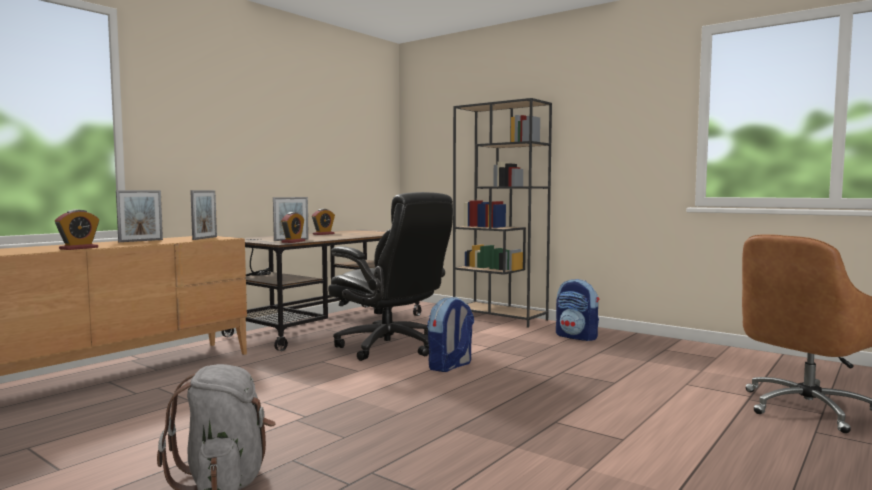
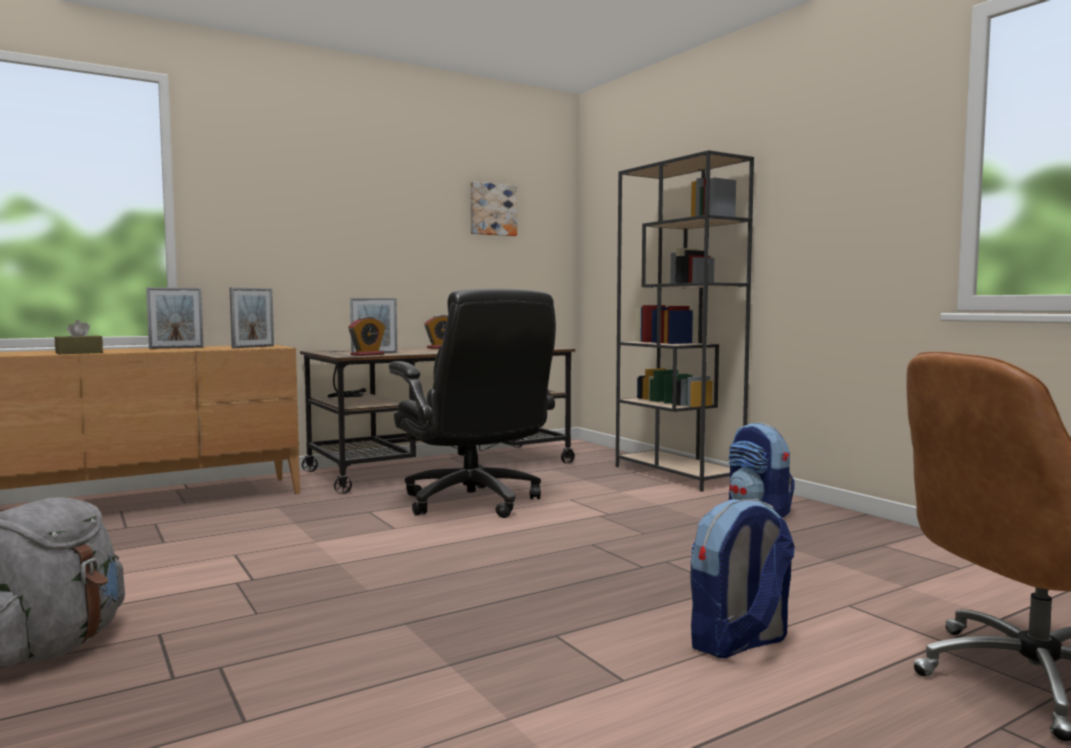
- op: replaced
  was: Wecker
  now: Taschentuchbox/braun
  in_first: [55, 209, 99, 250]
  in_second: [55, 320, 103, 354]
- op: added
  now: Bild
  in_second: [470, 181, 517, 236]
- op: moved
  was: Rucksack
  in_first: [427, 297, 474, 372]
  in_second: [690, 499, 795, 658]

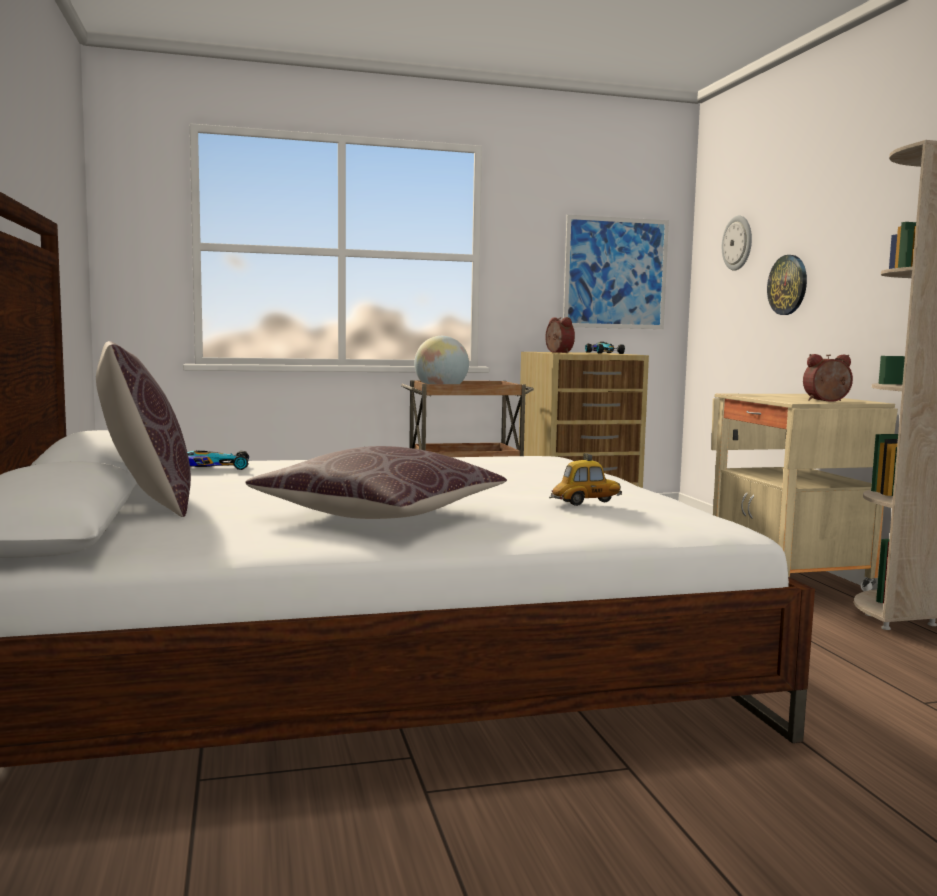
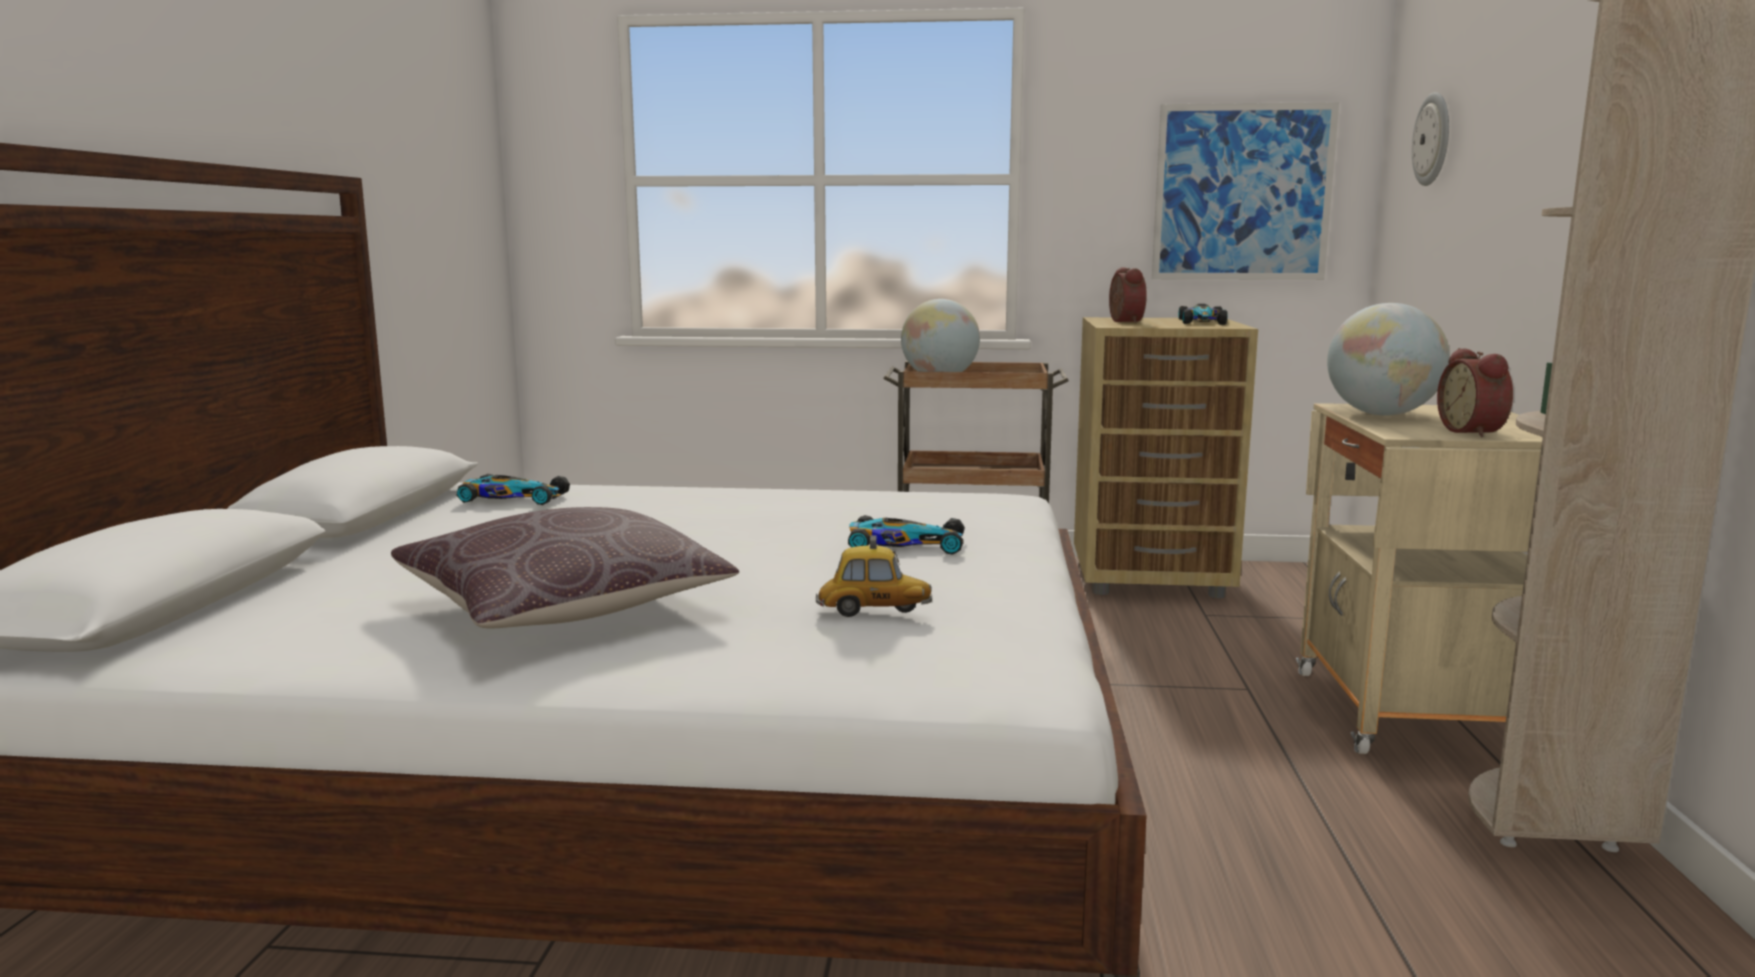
- op: added
  now: Spielzeugauto
  in_second: [848, 515, 965, 554]
- op: added
  now: Globus
  in_second: [1327, 303, 1450, 416]
- op: turned
  was: Wecker
  in_first: [803, 354, 853, 402]
  in_second: [1437, 348, 1513, 437]
  clockwise: -105
- op: removed
  was: Kissen/braun
  in_first: [96, 341, 191, 517]
- op: removed
  was: Wanduhr
  in_first: [767, 255, 807, 315]

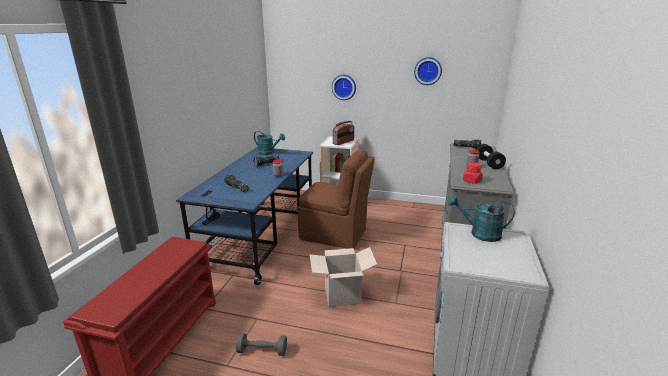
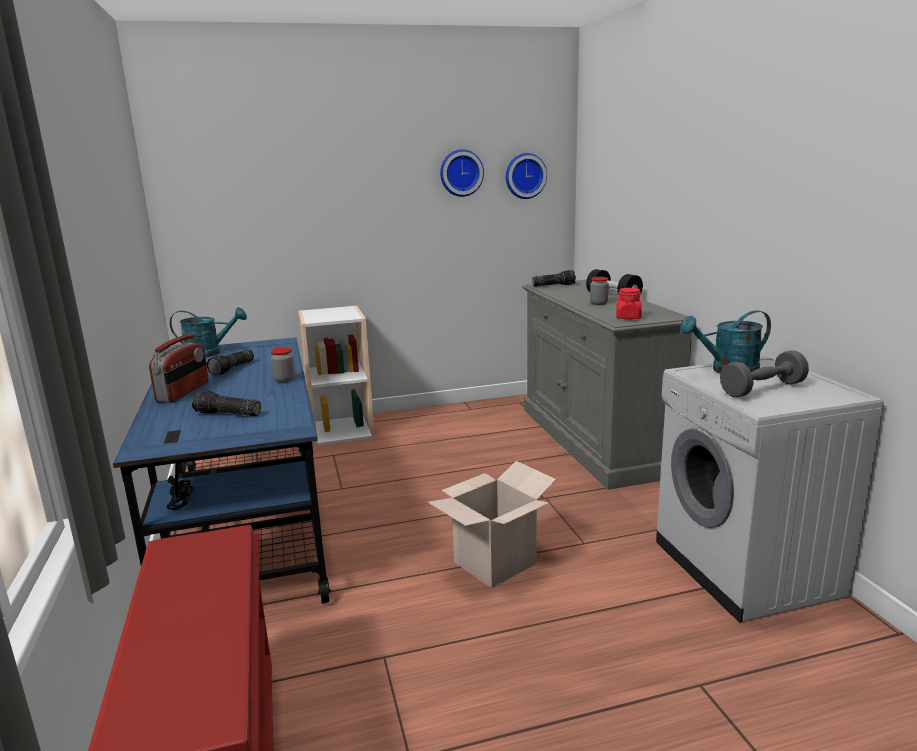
- op: moved
  was: Radio
  in_first: [333, 121, 354, 145]
  in_second: [149, 334, 209, 403]
- op: moved
  was: Wanduhr
  in_first: [332, 75, 356, 100]
  in_second: [506, 153, 547, 199]
- op: moved
  was: Hantel/grau
  in_first: [236, 333, 287, 356]
  in_second: [720, 350, 809, 397]
- op: removed
  was: Stuhl/braun
  in_first: [298, 149, 375, 249]

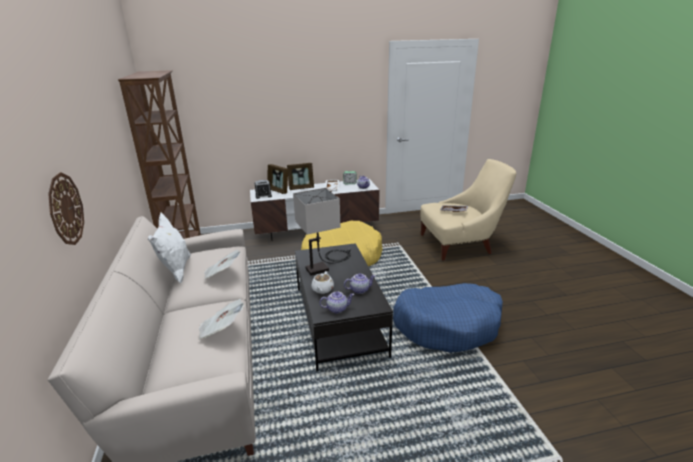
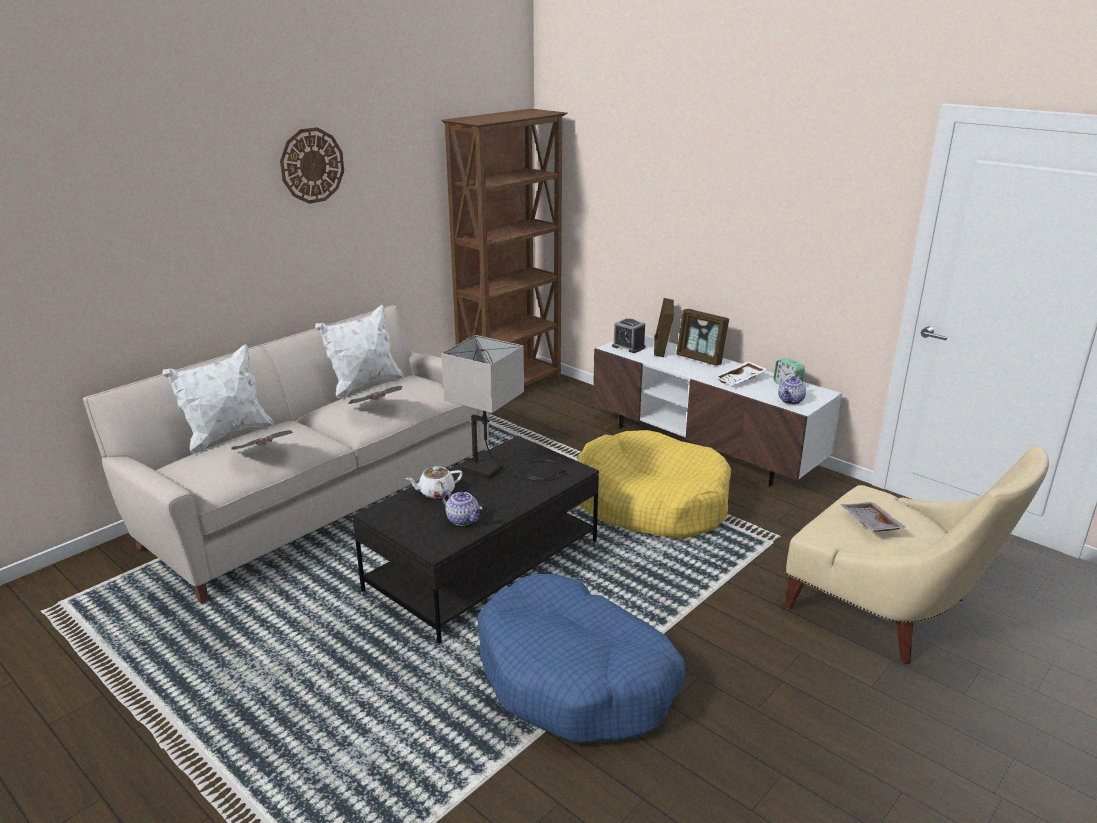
- op: added
  now: Kissen/weiß
  in_second: [162, 344, 274, 454]
- op: moved
  was: Wanduhr
  in_first: [48, 172, 84, 245]
  in_second: [280, 127, 344, 204]
- op: removed
  was: Teekanne
  in_first: [319, 291, 354, 313]

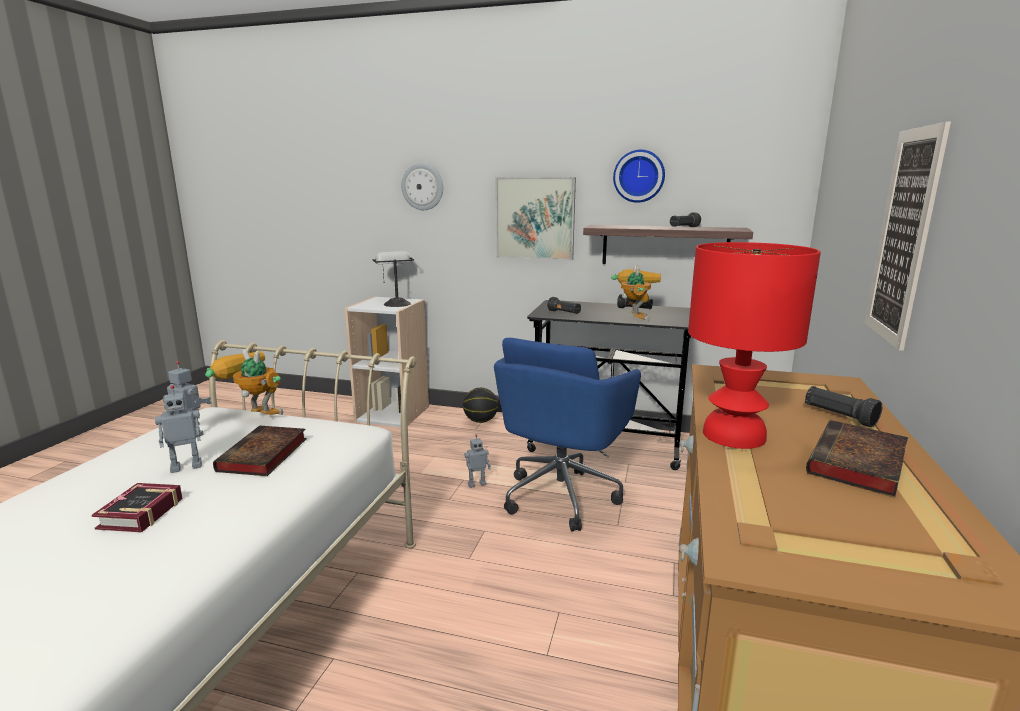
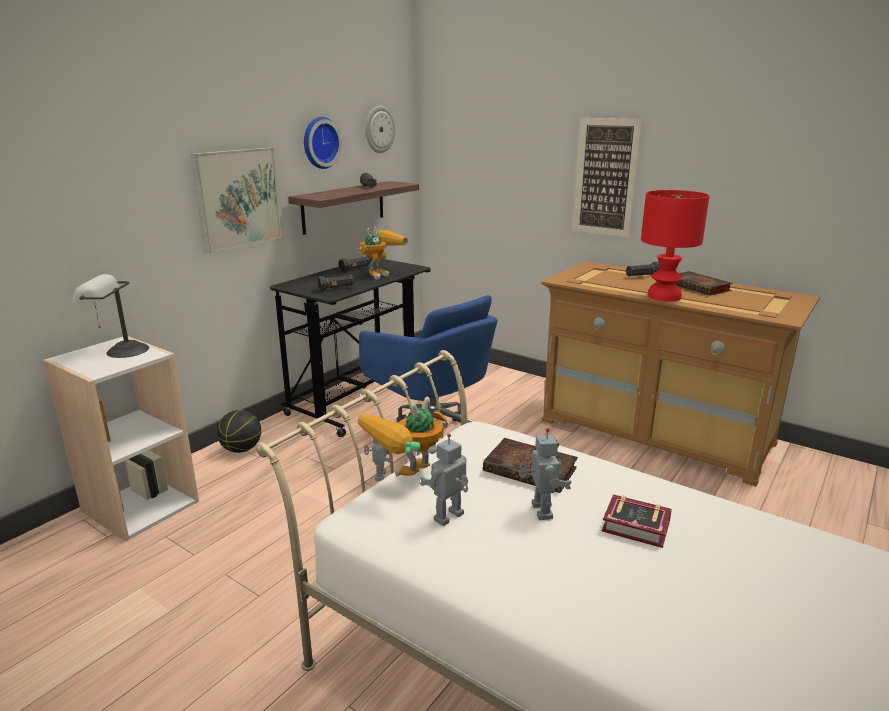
- op: turned
  was: Spielzeugroboter
  in_first: [611, 265, 661, 322]
  in_second: [357, 226, 408, 280]
  clockwise: 105
- op: moved
  was: Wanduhr
  in_first: [401, 163, 443, 210]
  in_second: [365, 106, 395, 153]

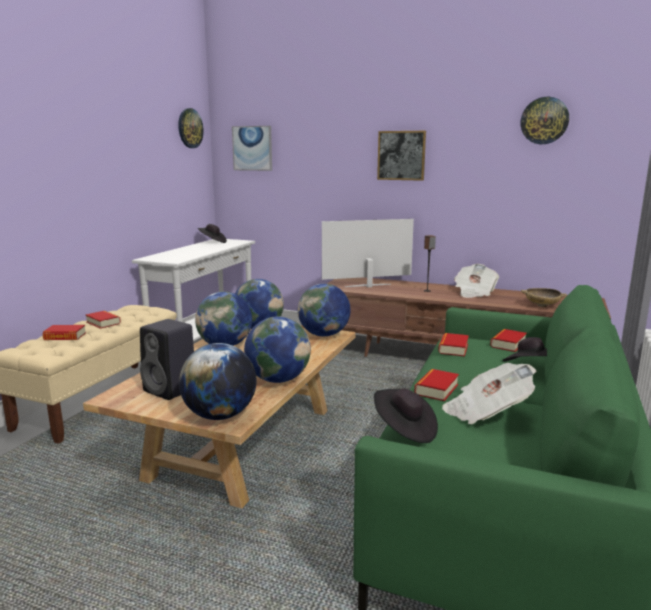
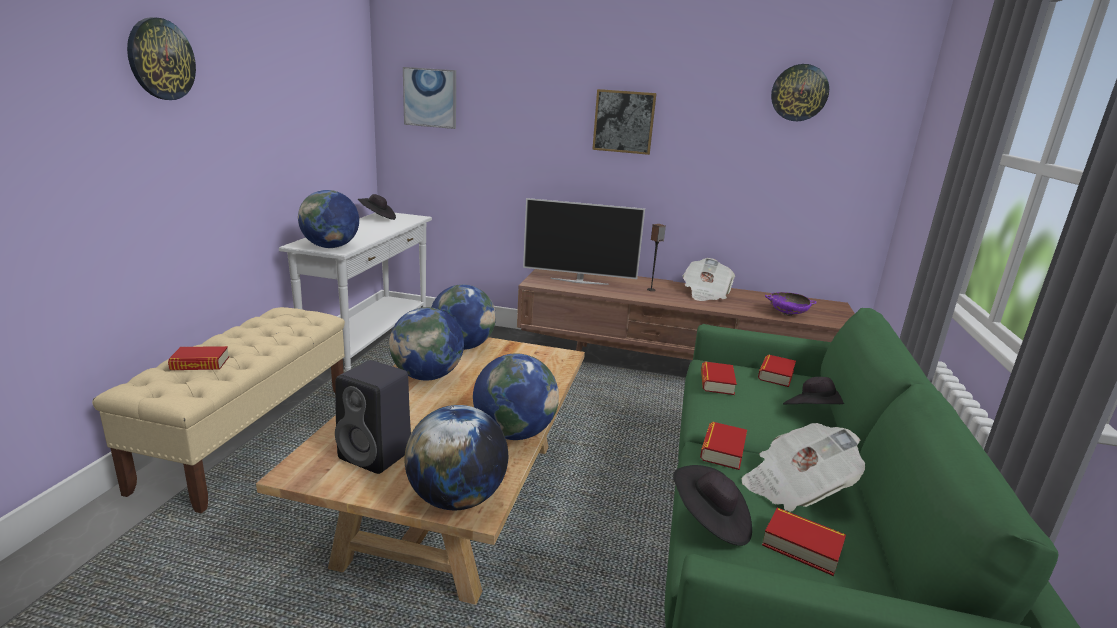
- op: moved
  was: Wanduhr
  in_first: [178, 108, 203, 148]
  in_second: [127, 17, 196, 100]
- op: moved
  was: Globus
  in_first: [298, 284, 351, 337]
  in_second: [298, 190, 359, 248]
- op: turned
  was: Fernseher
  in_first: [322, 219, 414, 287]
  in_second: [523, 198, 645, 285]
  clockwise: -150
- op: moved
  was: Buch
  in_first: [86, 311, 121, 329]
  in_second: [762, 508, 846, 576]
- op: recoloured
  was: Schüssel/beige
  now: Schüssel/lila
  in_first: [521, 288, 567, 307]
  in_second: [765, 292, 817, 316]

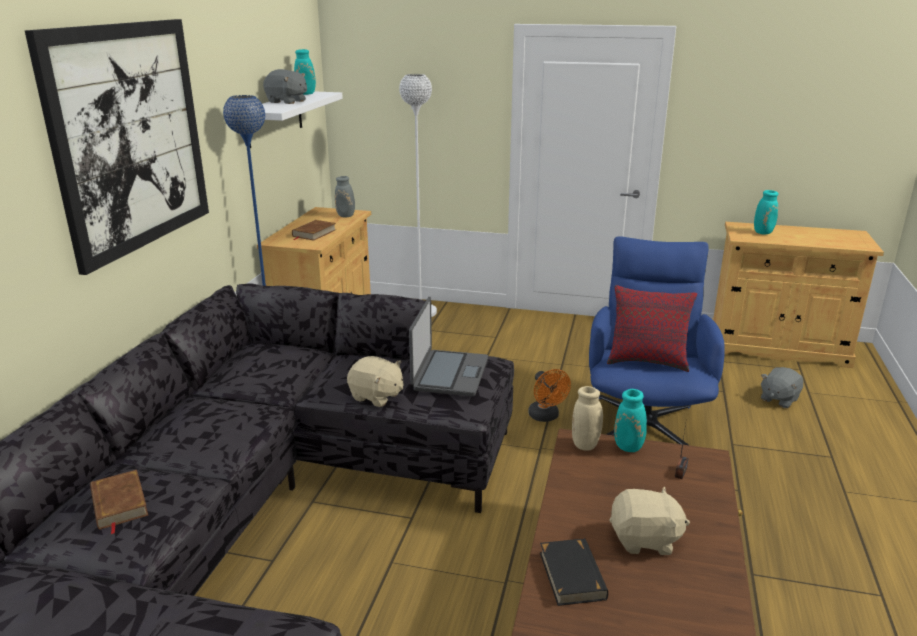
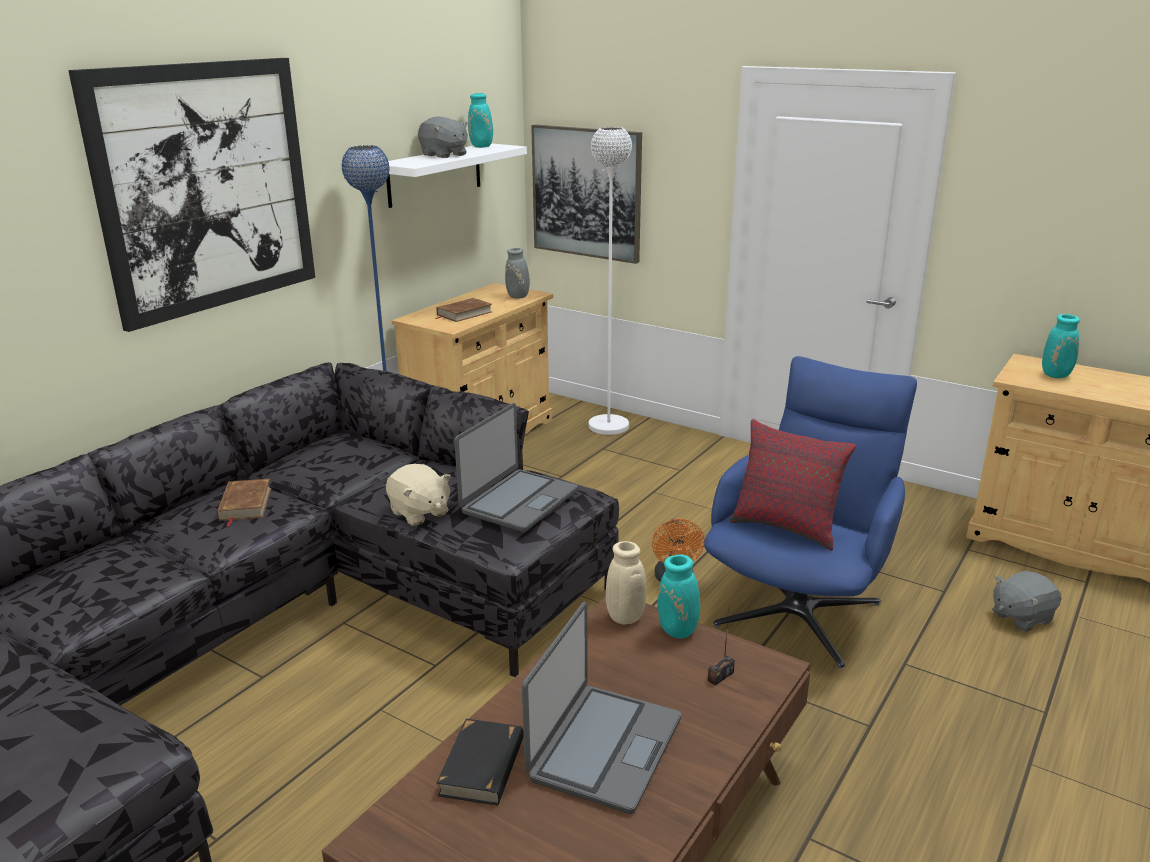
- op: moved
  was: Buch/braun
  in_first: [90, 470, 148, 534]
  in_second: [217, 479, 271, 526]
- op: replaced
  was: Plüschtier/beige
  now: Laptop
  in_first: [609, 487, 690, 555]
  in_second: [522, 602, 681, 814]
- op: added
  now: Bild
  in_second: [531, 124, 642, 264]

